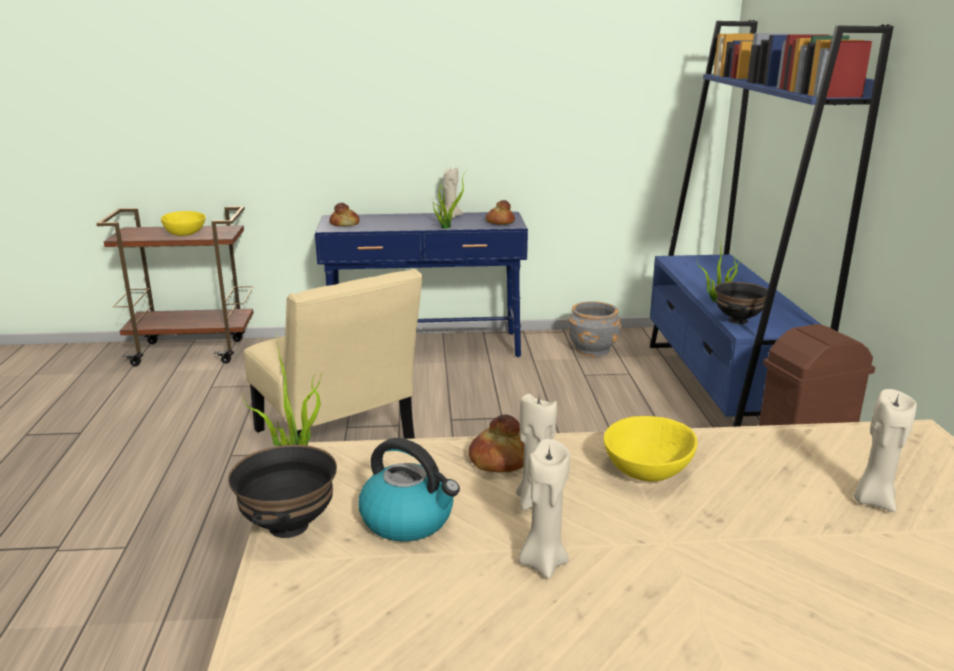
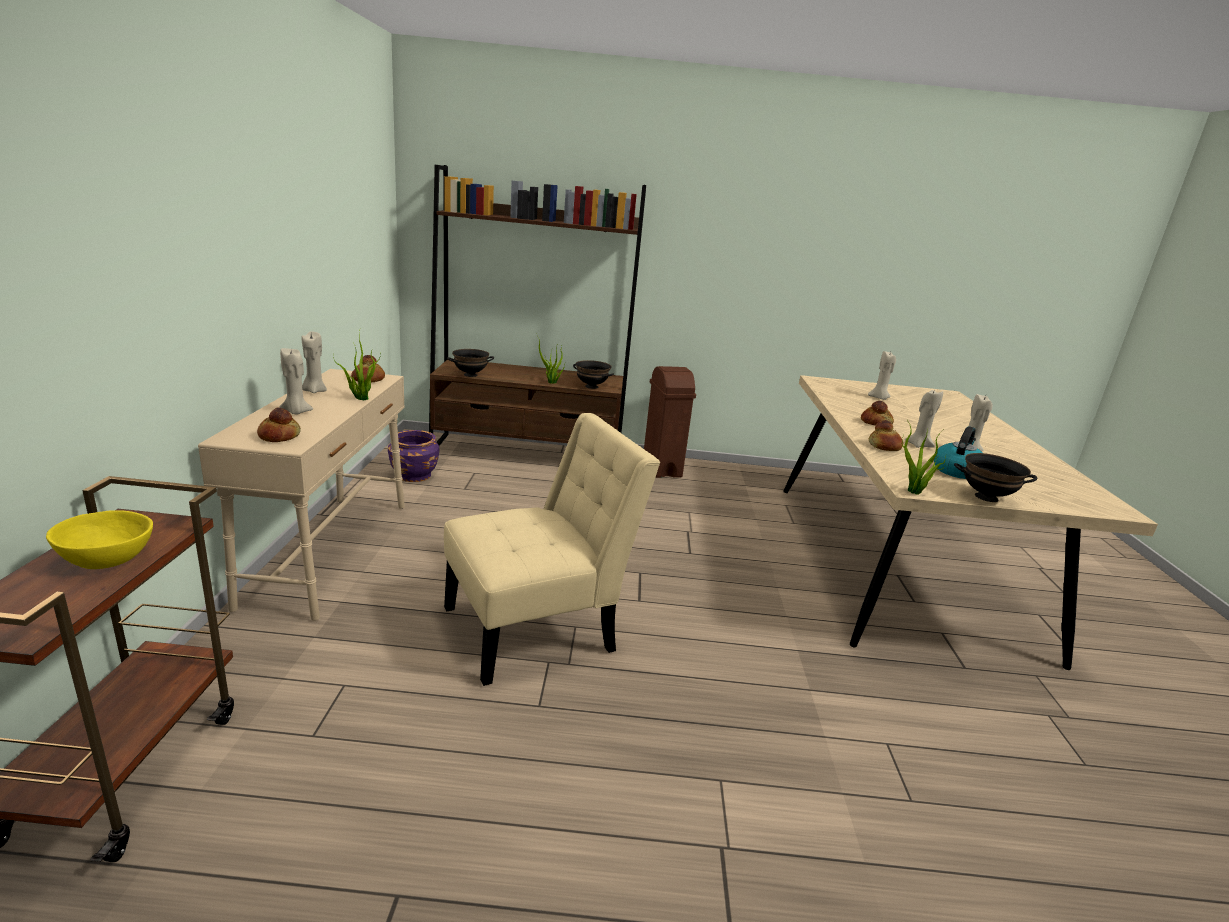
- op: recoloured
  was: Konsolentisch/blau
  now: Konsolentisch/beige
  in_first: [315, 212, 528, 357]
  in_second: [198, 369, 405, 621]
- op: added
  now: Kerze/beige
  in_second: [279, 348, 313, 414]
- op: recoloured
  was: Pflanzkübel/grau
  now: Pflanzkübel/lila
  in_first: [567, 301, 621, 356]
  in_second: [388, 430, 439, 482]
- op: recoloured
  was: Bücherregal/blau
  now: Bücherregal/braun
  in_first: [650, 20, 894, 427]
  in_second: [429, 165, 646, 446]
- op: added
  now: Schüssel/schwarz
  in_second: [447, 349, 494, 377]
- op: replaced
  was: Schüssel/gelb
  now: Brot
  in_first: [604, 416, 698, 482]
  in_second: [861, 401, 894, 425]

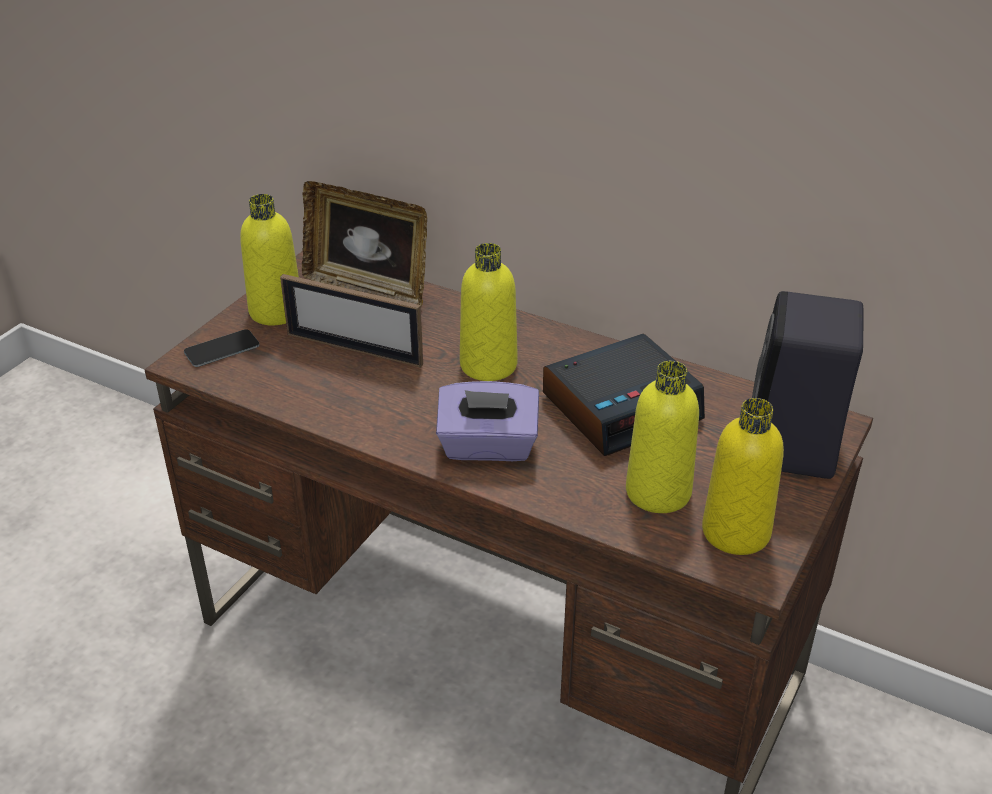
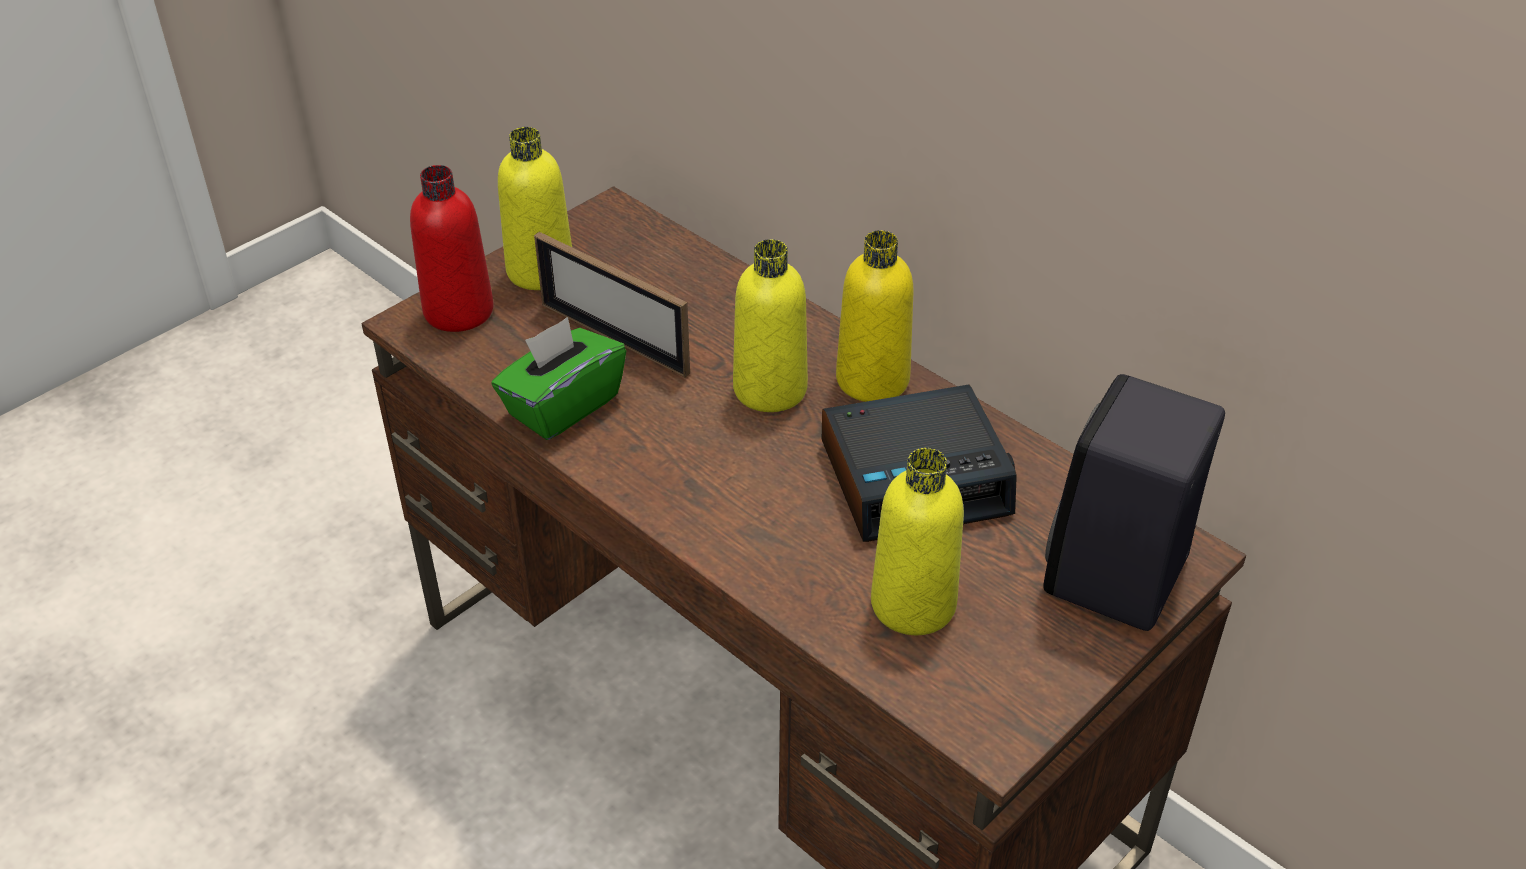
- op: replaced
  was: Handy
  now: Flasche/rot
  in_first: [184, 329, 260, 367]
  in_second: [410, 165, 494, 332]
- op: added
  now: Taschentuchbox/grün
  in_second: [491, 317, 626, 440]
- op: moved
  was: Flasche/gelb
  in_first: [702, 398, 784, 555]
  in_second: [836, 230, 914, 402]
- op: removed
  was: Bilderrahmen
  in_first: [302, 181, 427, 306]
- op: removed
  was: Taschentuchbox/lila
  in_first: [436, 381, 539, 461]

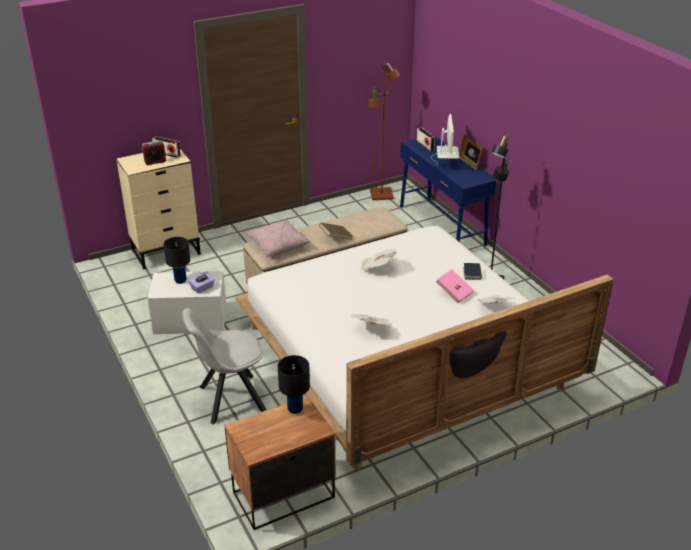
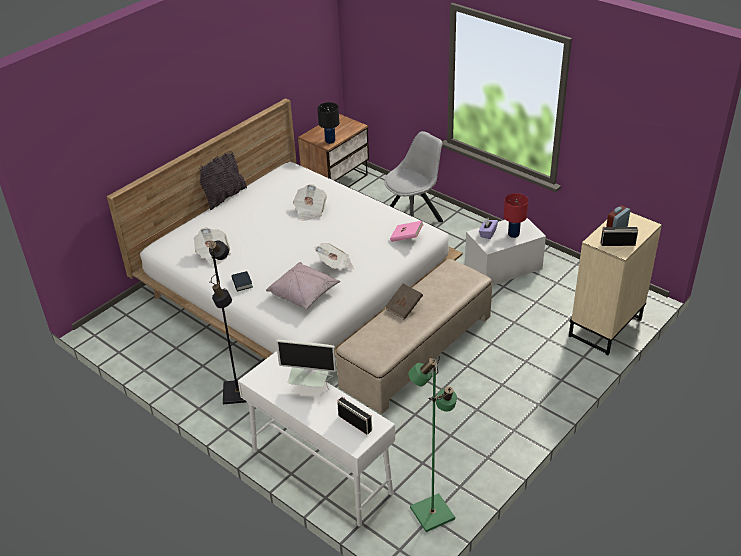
- op: recoloured
  was: Konsolentisch/blau
  now: Konsolentisch/weiß
  in_first: [400, 134, 496, 246]
  in_second: [238, 351, 396, 527]
- op: moved
  was: Kissen/lila
  in_first: [245, 220, 310, 257]
  in_second: [266, 262, 341, 310]
- op: turned
  was: Monitor
  in_first: [431, 114, 460, 163]
  in_second: [276, 340, 337, 390]
  clockwise: -60
- op: moved
  was: Buch/rosa
  in_first: [436, 269, 474, 303]
  in_second: [390, 221, 424, 242]
- op: recoloured
  was: Stehlampe/braun
  now: Stehlampe/grün
  in_first: [368, 61, 400, 200]
  in_second: [408, 356, 457, 532]
- op: recoloured
  was: Tischlampe/schwarz
  now: Tischlampe/rot
  in_first: [163, 237, 190, 284]
  in_second: [504, 193, 528, 238]
- op: removed
  was: Bilderrahmen
  in_first: [459, 135, 483, 170]

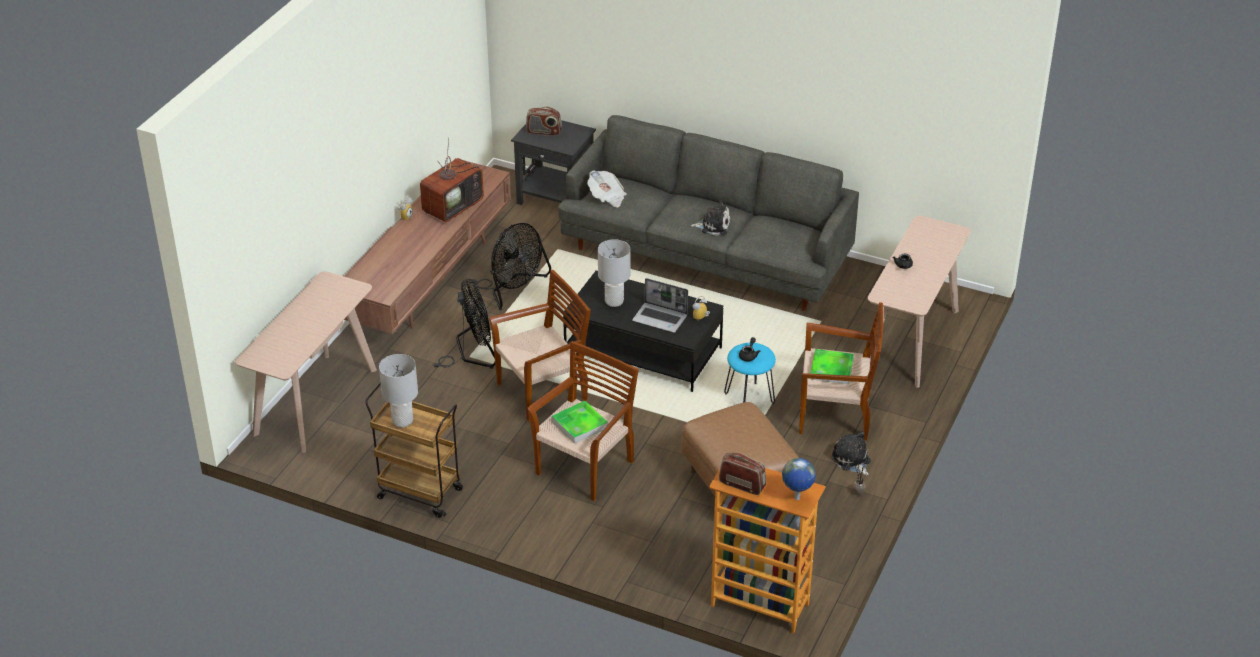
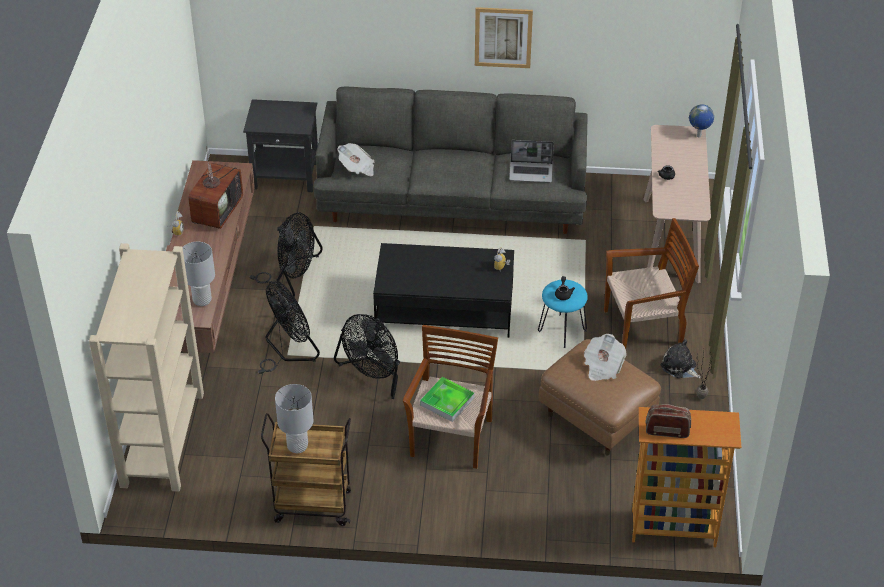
- op: replaced
  was: Konsolentisch/beige
  now: Bücherregal/beige
  in_first: [235, 271, 377, 453]
  in_second: [89, 243, 204, 492]
- op: moved
  was: Tischlampe/grau
  in_first: [598, 239, 630, 307]
  in_second: [182, 242, 215, 306]
- op: replaced
  was: Sessel/braun
  now: Ventilator/schwarz
  in_first: [489, 270, 591, 422]
  in_second: [334, 314, 400, 399]
- op: added
  now: Bild
  in_second: [475, 7, 533, 68]
- op: moved
  was: Laptop
  in_first: [632, 278, 688, 333]
  in_second: [509, 140, 554, 183]
- op: added
  now: Zeitung
  in_second: [584, 334, 627, 381]
- op: moved
  was: Globus
  in_first: [782, 458, 816, 500]
  in_second: [689, 104, 714, 137]
- op: removed
  was: Radio
  in_first: [526, 107, 562, 136]
- op: removed
  was: Plüschtier
  in_first: [690, 200, 730, 236]
- op: removed
  was: Tablett
  in_first: [810, 349, 854, 384]

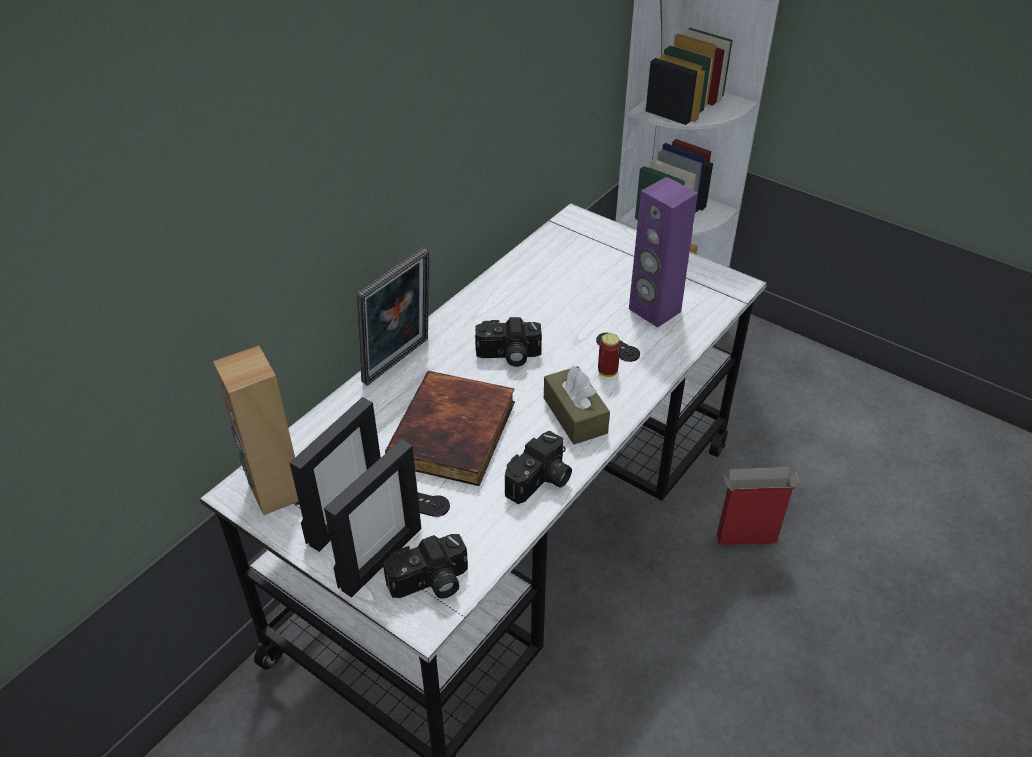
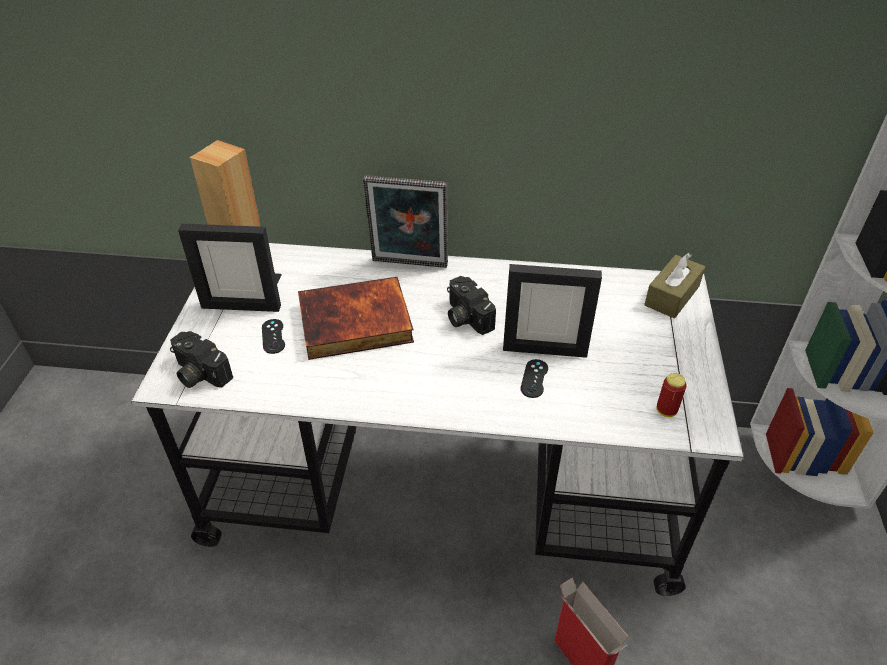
- op: moved
  was: Bilderrahmen
  in_first: [324, 439, 421, 598]
  in_second: [503, 264, 602, 358]
- op: moved
  was: Taschentuchbox/braun
  in_first: [544, 366, 610, 444]
  in_second: [644, 253, 705, 318]
- op: moved
  was: Dose
  in_first: [598, 333, 621, 377]
  in_second: [656, 373, 687, 417]
- op: removed
  was: Kamera
  in_first: [505, 431, 572, 504]
- op: removed
  was: Lautsprecher/lila
  in_first: [629, 177, 698, 328]

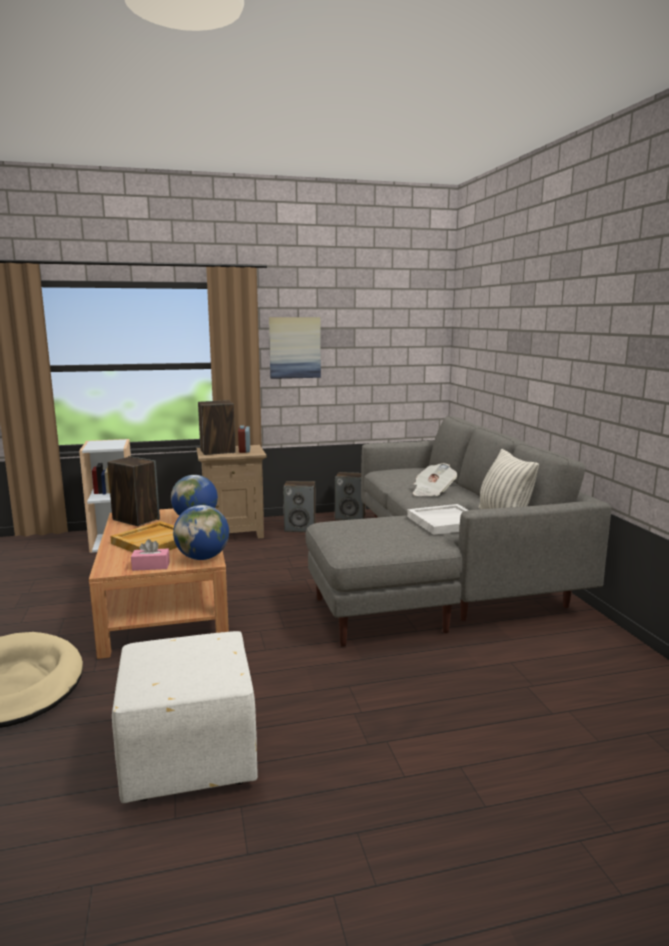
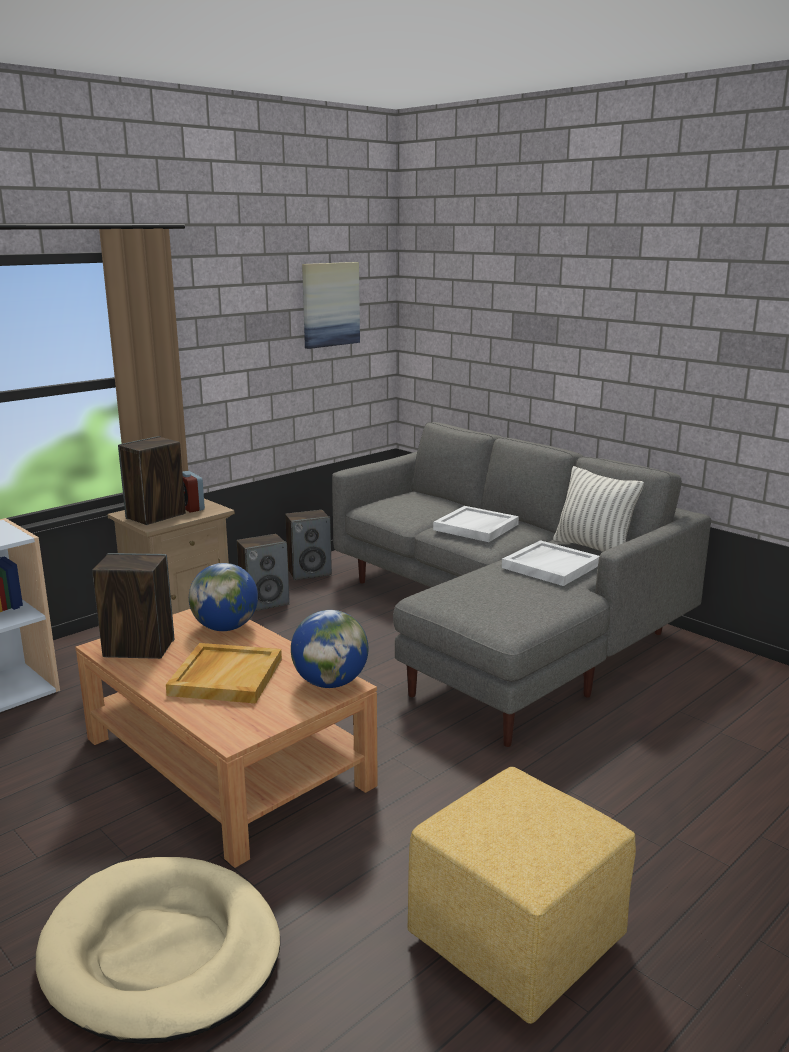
- op: moved
  was: Bild
  in_first: [269, 317, 321, 379]
  in_second: [302, 262, 360, 349]
- op: recoloured
  was: Polsterhocker/weiß
  now: Polsterhocker/gelb
  in_first: [112, 631, 258, 803]
  in_second: [407, 767, 636, 1024]
- op: replaced
  was: Zeitung
  now: Tablett/weiß
  in_first: [413, 463, 457, 496]
  in_second: [433, 506, 519, 542]
- op: removed
  was: Taschentuchbox/rosa
  in_first: [131, 539, 170, 571]

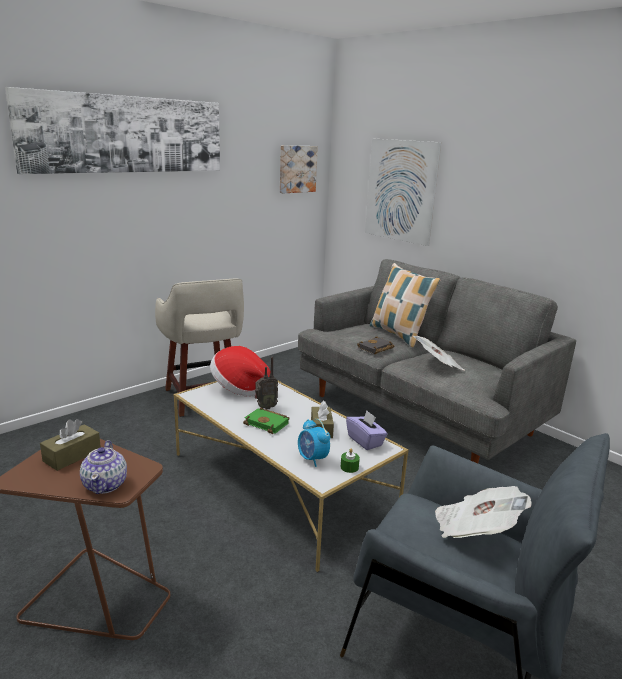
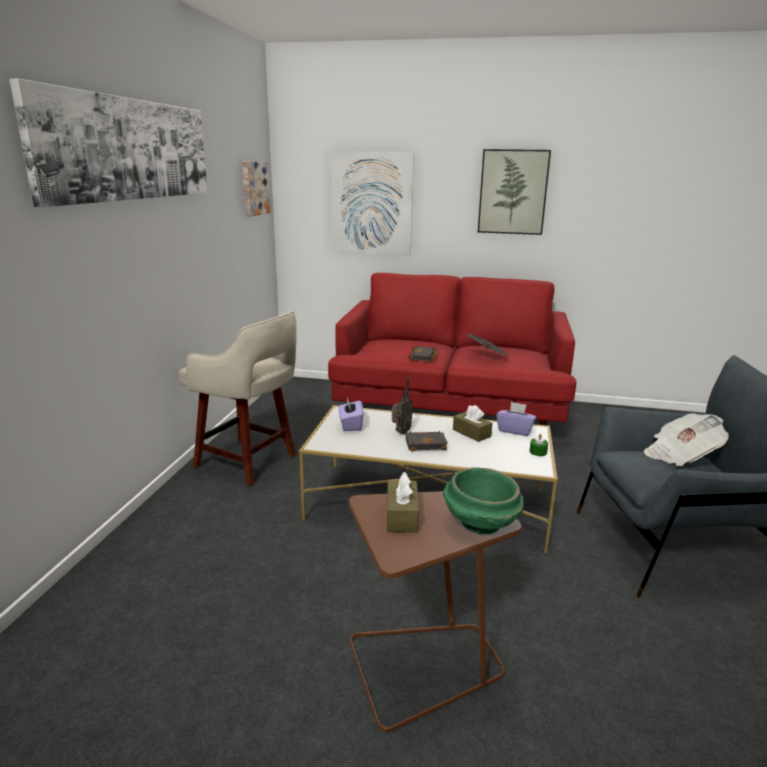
- op: recoloured
  was: Sofa/grau
  now: Sofa/rot
  in_first: [298, 259, 576, 463]
  in_second: [328, 273, 577, 425]
- op: replaced
  was: Hut
  now: Taschentuchbox/lila
  in_first: [210, 346, 270, 396]
  in_second: [339, 397, 364, 431]
- op: recoloured
  was: Buch/grün
  now: Buch/schwarz
  in_first: [243, 407, 290, 434]
  in_second: [406, 431, 448, 452]
- op: replaced
  was: Teekanne
  now: Schüssel/grün
  in_first: [80, 441, 127, 494]
  in_second: [443, 467, 524, 534]
- op: added
  now: Bild
  in_second: [478, 149, 551, 235]
- op: removed
  was: Wecker
  in_first: [298, 419, 330, 467]
- op: removed
  was: Kissen
  in_first: [370, 263, 441, 347]

